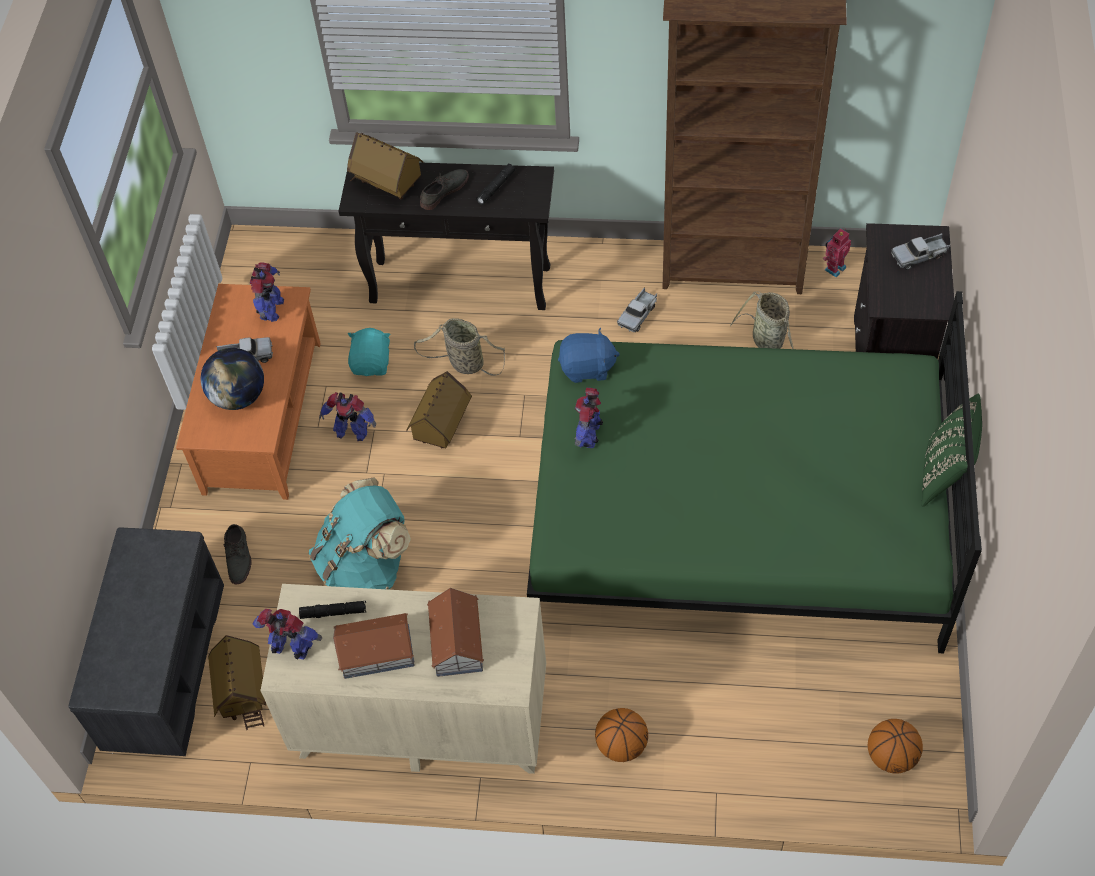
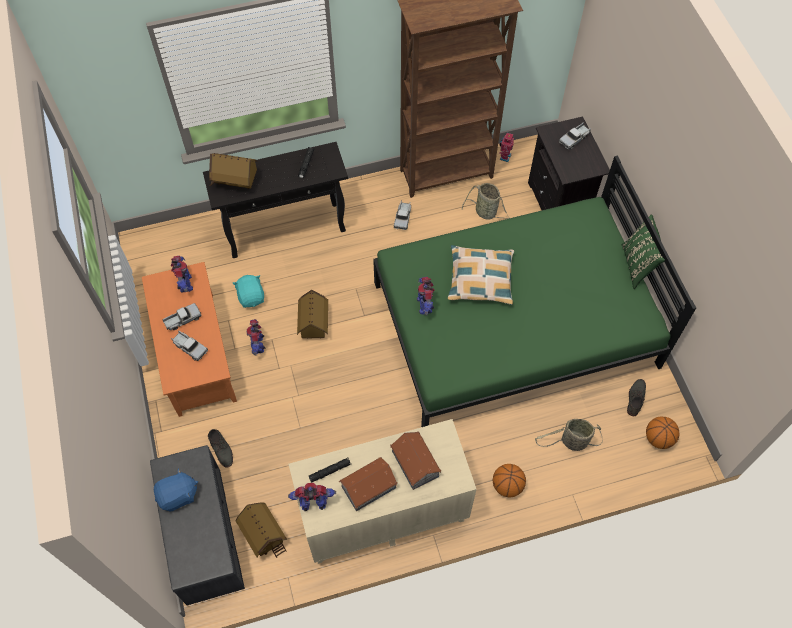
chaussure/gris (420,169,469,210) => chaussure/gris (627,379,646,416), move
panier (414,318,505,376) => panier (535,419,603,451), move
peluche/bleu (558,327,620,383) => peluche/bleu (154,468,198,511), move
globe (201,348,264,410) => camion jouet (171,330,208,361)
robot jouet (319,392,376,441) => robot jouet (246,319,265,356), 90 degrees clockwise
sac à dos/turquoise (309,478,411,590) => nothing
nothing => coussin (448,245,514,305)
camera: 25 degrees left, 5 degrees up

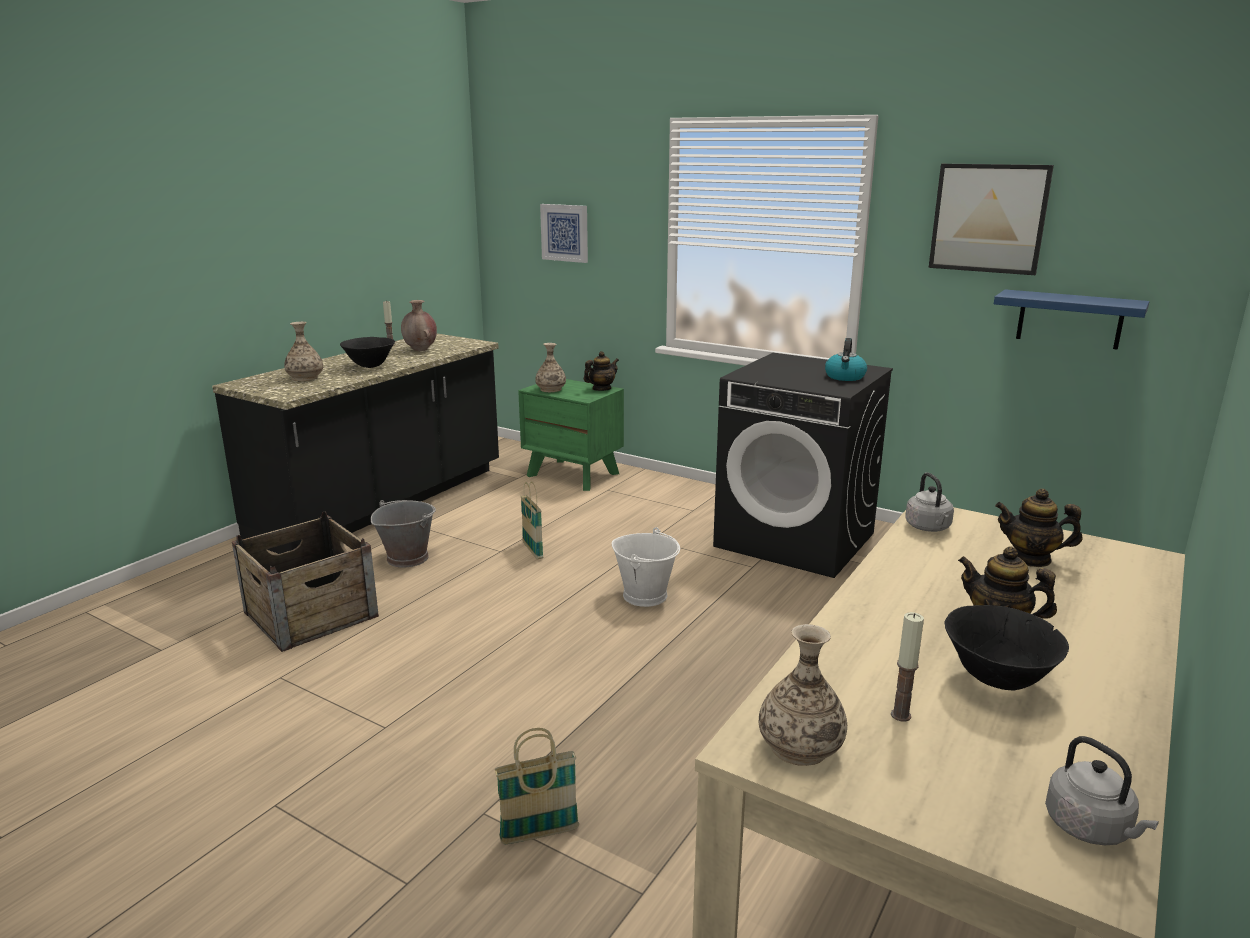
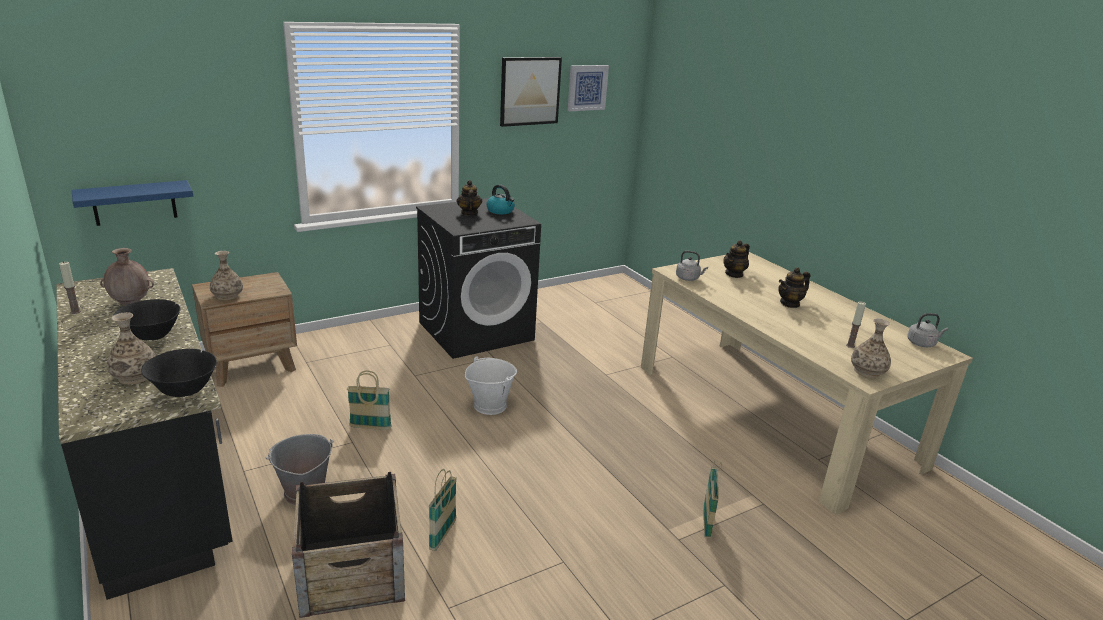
tableau (540,204,588,263) => tableau (568,65,609,111), move
étagère/bleu (994,289,1149,350) => étagère/bleu (72,180,193,226), move
théière (584,351,619,391) => théière (457,180,482,216), move
table de chevet/vert (518,379,624,491) => table de chevet/marron (192,272,297,387)
bol/noir (944,605,1069,691) => bol/noir (141,349,217,397), move
nothing => panier (429,469,457,551)
camera: 65 degrees left, 5 degrees up

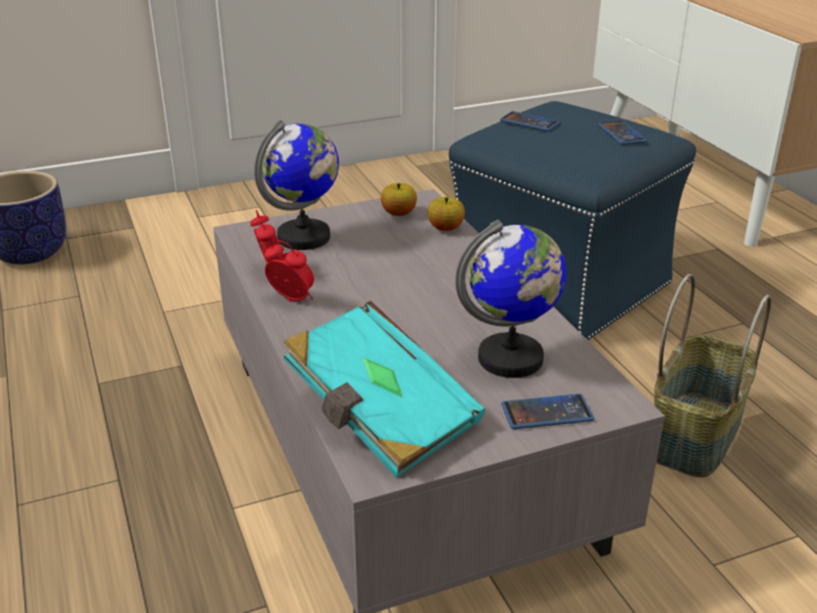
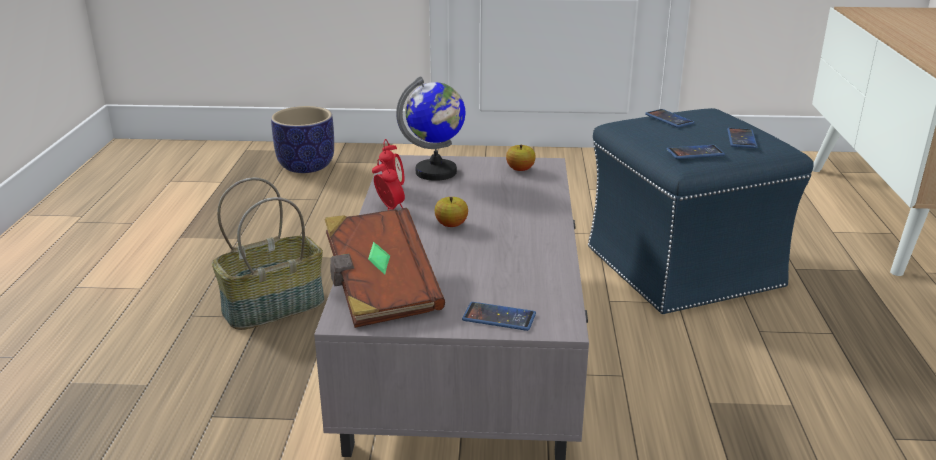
pomme (428,197,465,231) => pomme (434,197,468,227), move
globe (455,220,566,378) => nothing
panier (654,274,771,477) => panier (212,177,325,330), move
livre/turquoise (284,301,485,478) => livre/marron (325,208,445,328)
nothing => téléphone (667,145,725,159)
camera: 25 degrees right, 5 degrees down

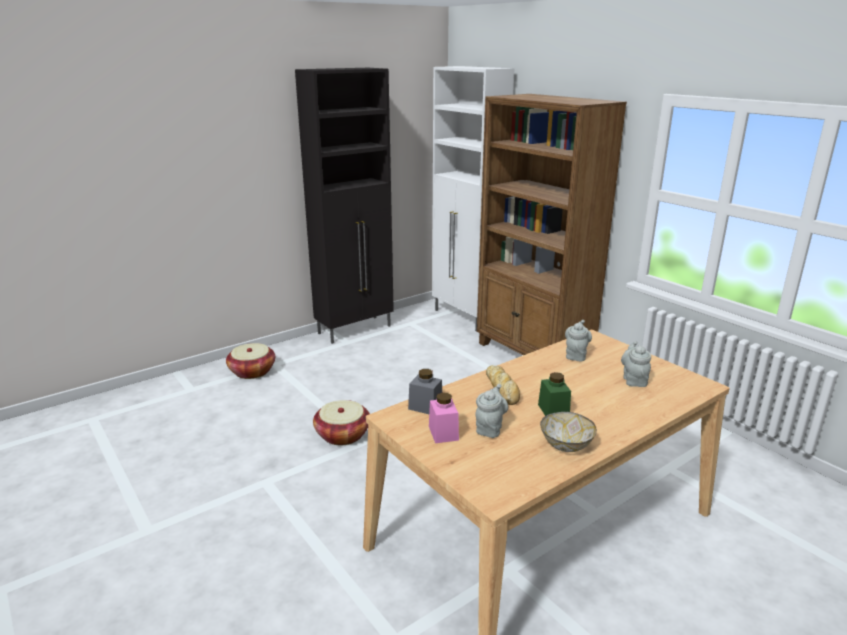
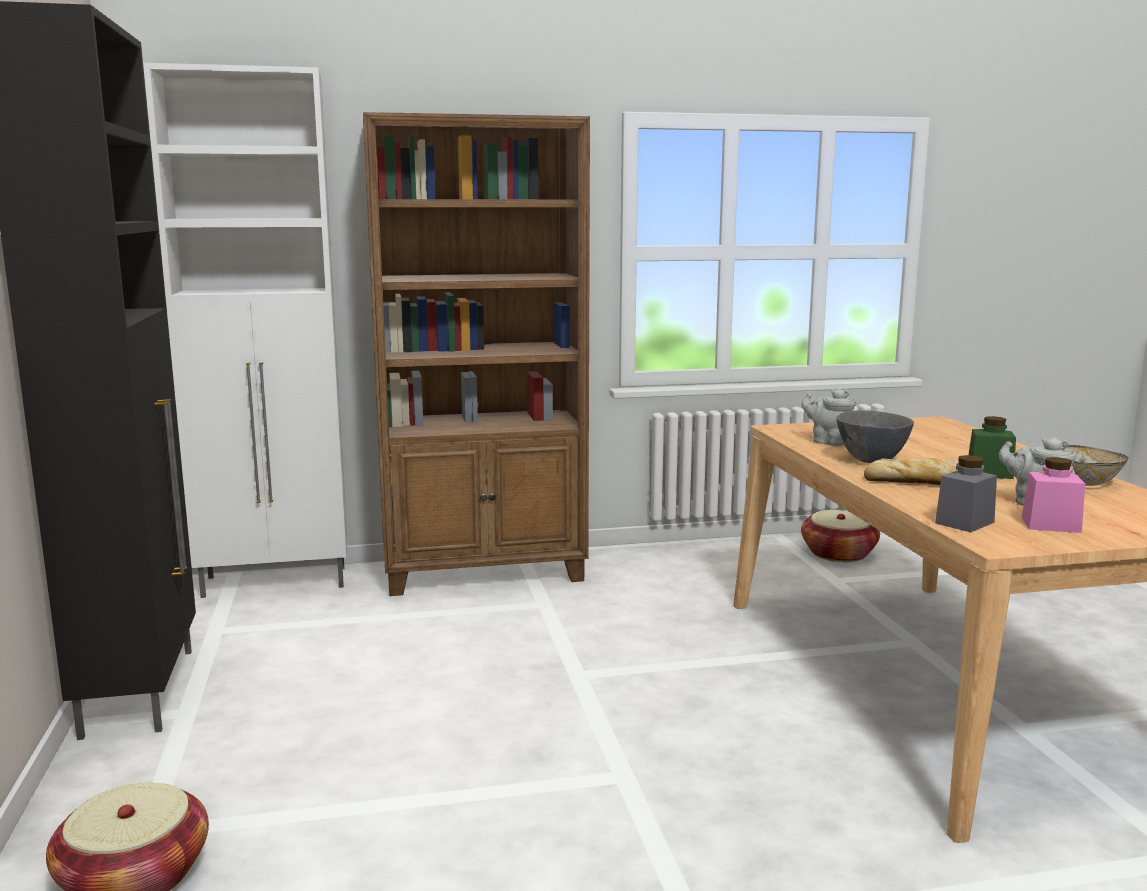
théière/gris (621,341,651,387) => nothing
panier (313,400,370,445) => panier (801,510,880,562), move
nothing => bol/gris (836,410,914,463)
camera: 65 degrees left, 10 degrees down

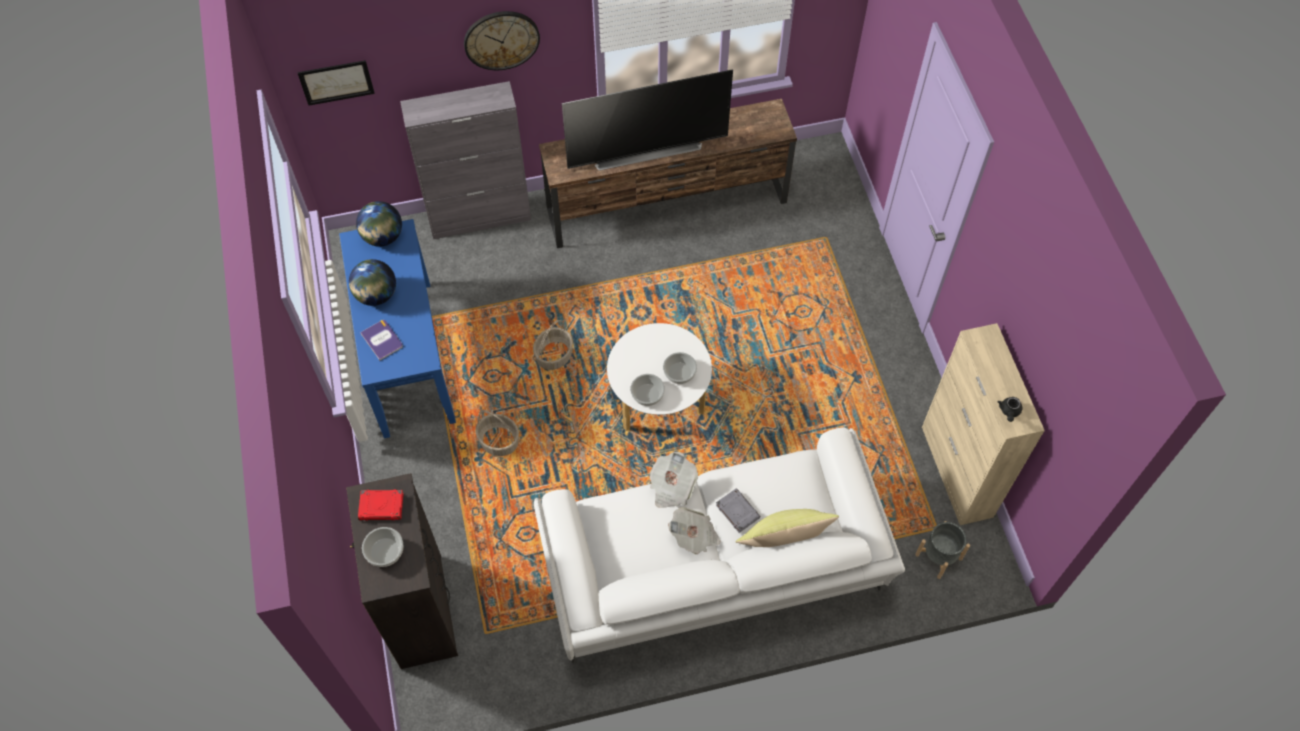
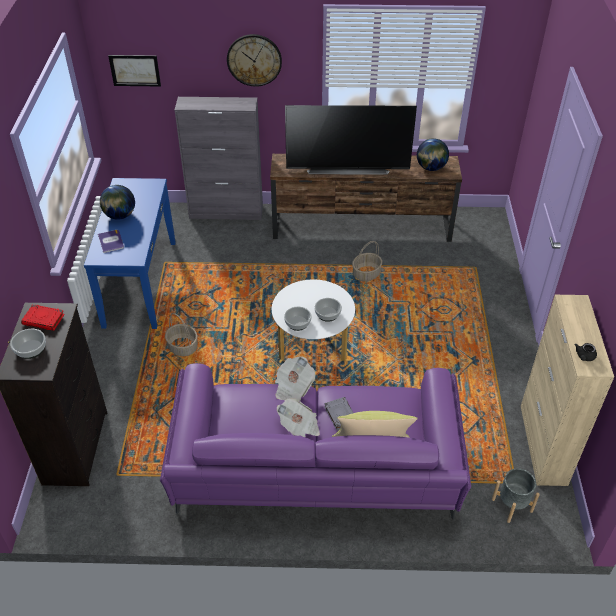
globe (356,201,402,247) => globe (417,138,449,171), move
panier (533,320,573,370) => panier (352,241,382,281), move
canapé/blanc (534,428,905,663) => canapé/violet (160,363,471,520)
camera: 15 degrees right, 15 degrees down

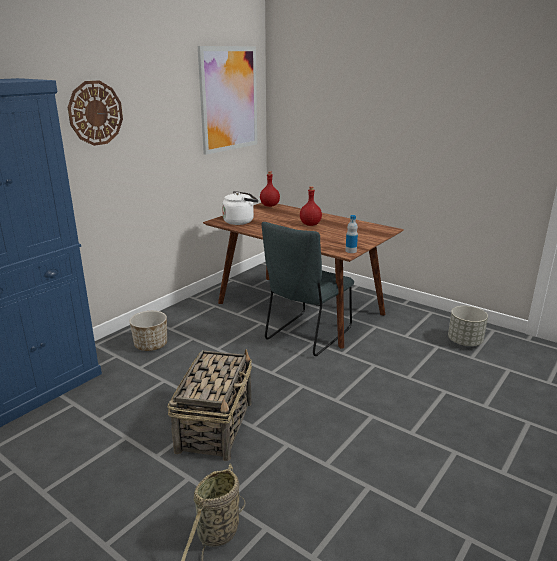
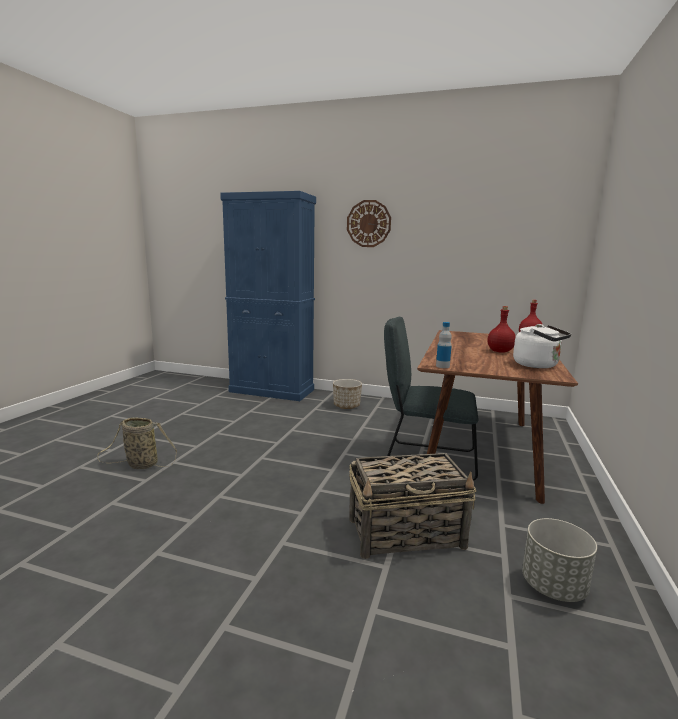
tableau (198,46,257,155) => nothing
bouilloire/blanc (222,191,258,225) => bouilloire/blanc (513,324,571,368), move
panier (168,349,252,461) => panier (349,453,476,559), move
camera: 70 degrees right, 10 degrees down

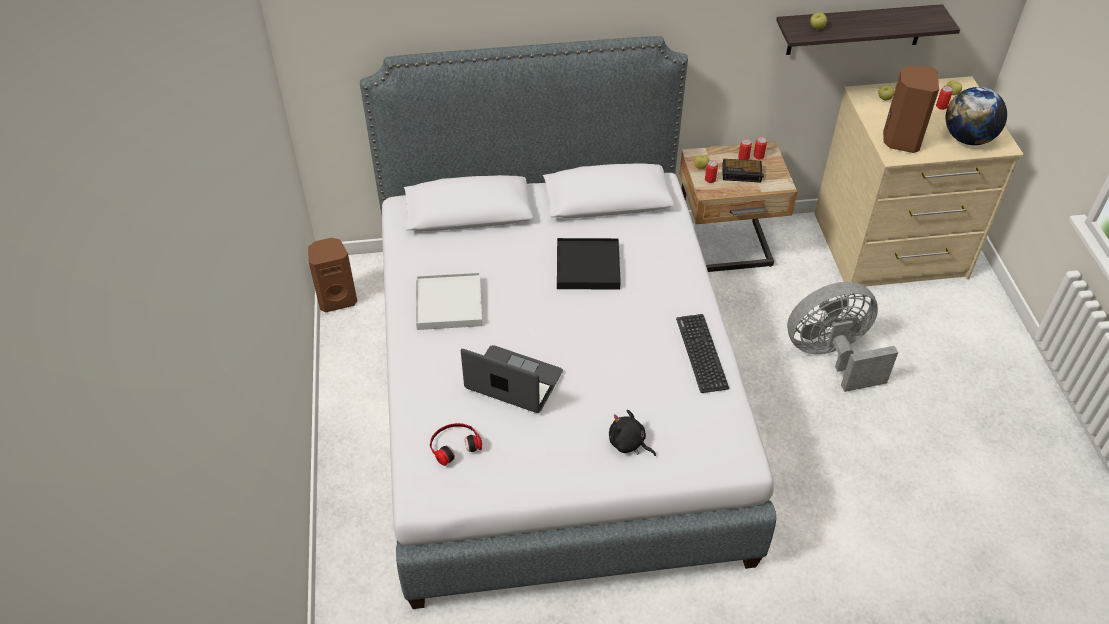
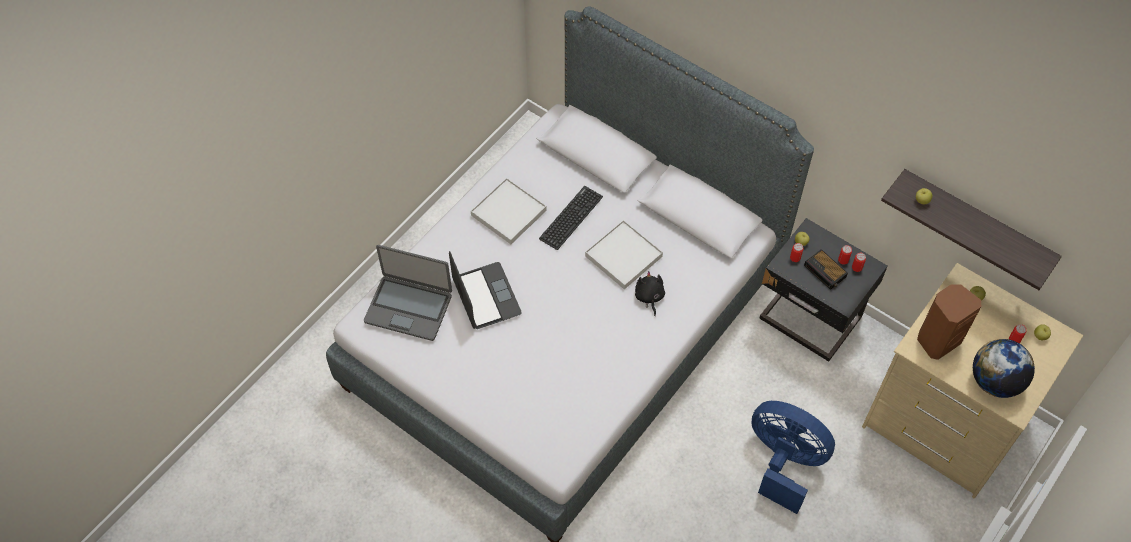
table de chevet/beige (679,141,797,272) => table de chevet/noir (760,218,887,362)
enceinte/marron (308,238,357,313) => nothing
plateau/noir (557,238,621,290) => plateau/blanc (585,220,663,289)
ventilateur/gris (787,282,898,392) => ventilateur/bleu (751,401,835,514)
clavier (676,314,729,393) => clavier (539,186,603,250), move
peluche/noir (609,410,656,456) => peluche/noir (635,271,665,316), move
casque audio (430,423,482,466) => ordinateur portable (364,245,452,341)
camera: 45 degrees right, 10 degrees up

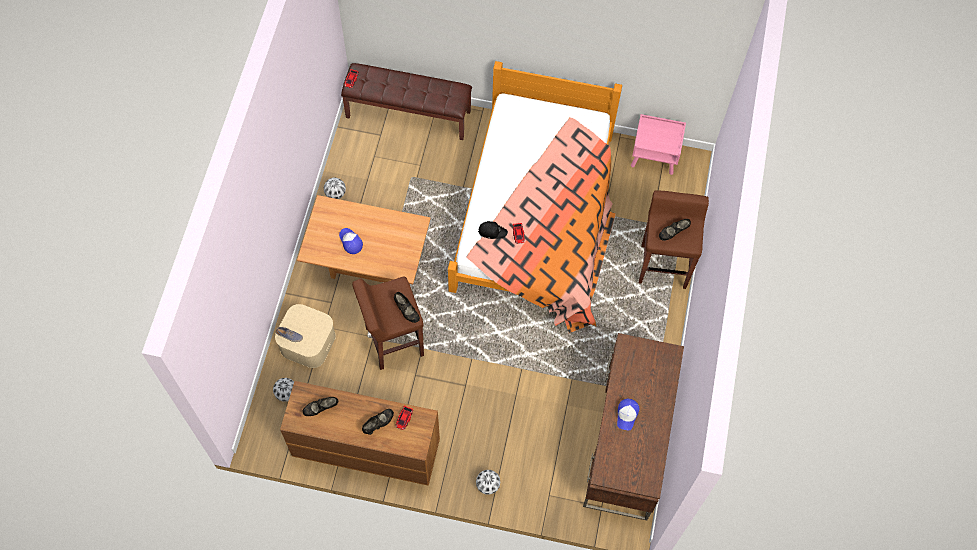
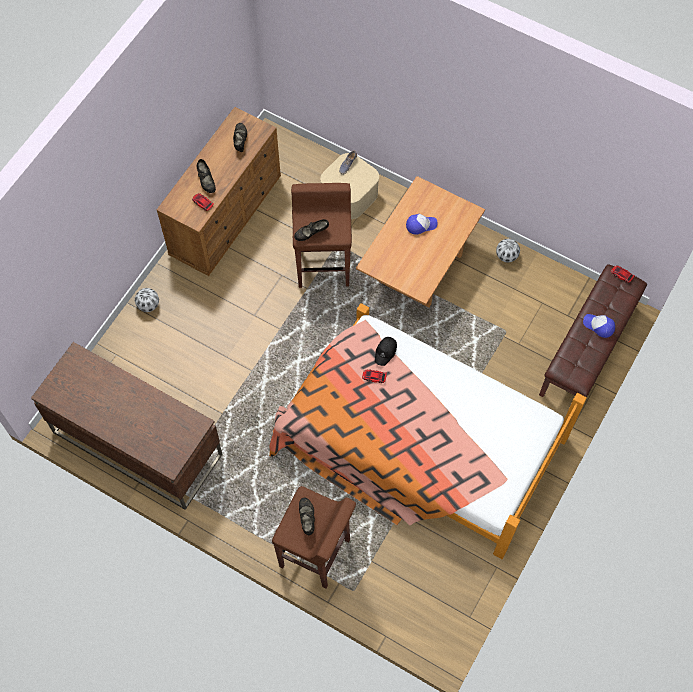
table de chevet/rose (631,114,686,175) => nothing
ballon de foot (273,378,294,401) => nothing
casquette (617,399,639,431) => casquette (583,314,615,338), move
camera: 110 degrees right, 0 degrees up

